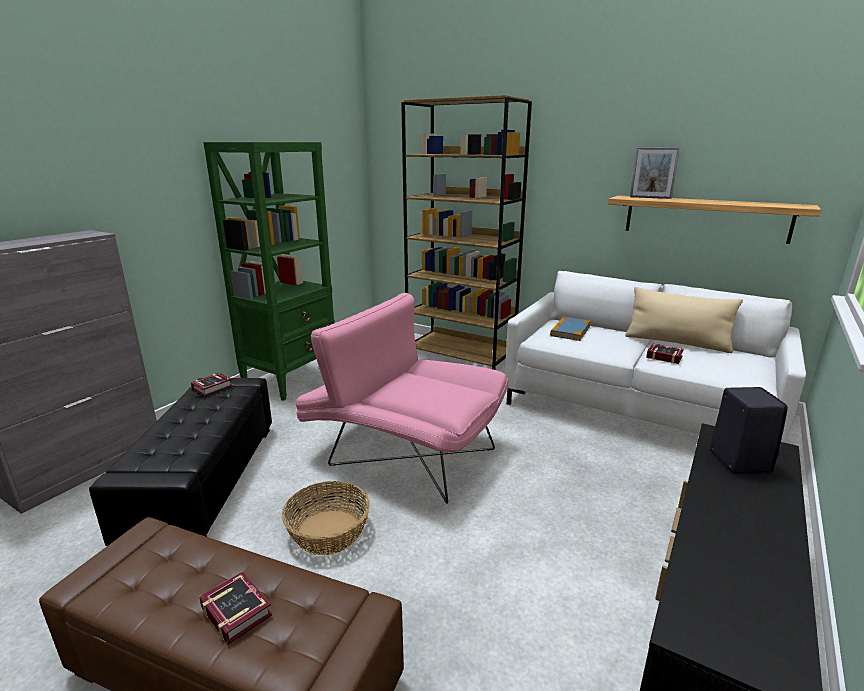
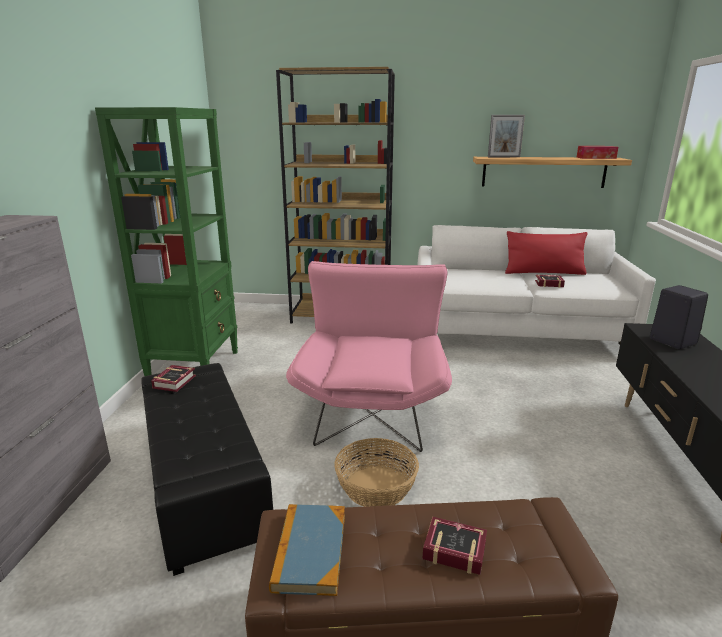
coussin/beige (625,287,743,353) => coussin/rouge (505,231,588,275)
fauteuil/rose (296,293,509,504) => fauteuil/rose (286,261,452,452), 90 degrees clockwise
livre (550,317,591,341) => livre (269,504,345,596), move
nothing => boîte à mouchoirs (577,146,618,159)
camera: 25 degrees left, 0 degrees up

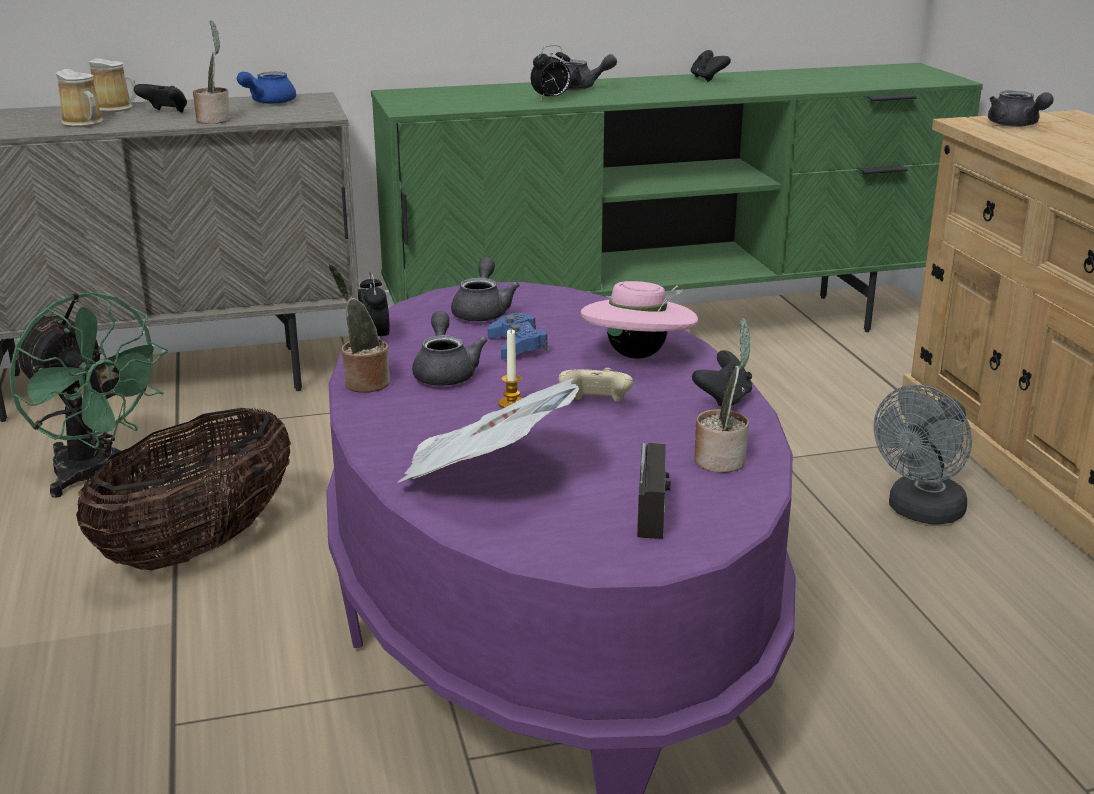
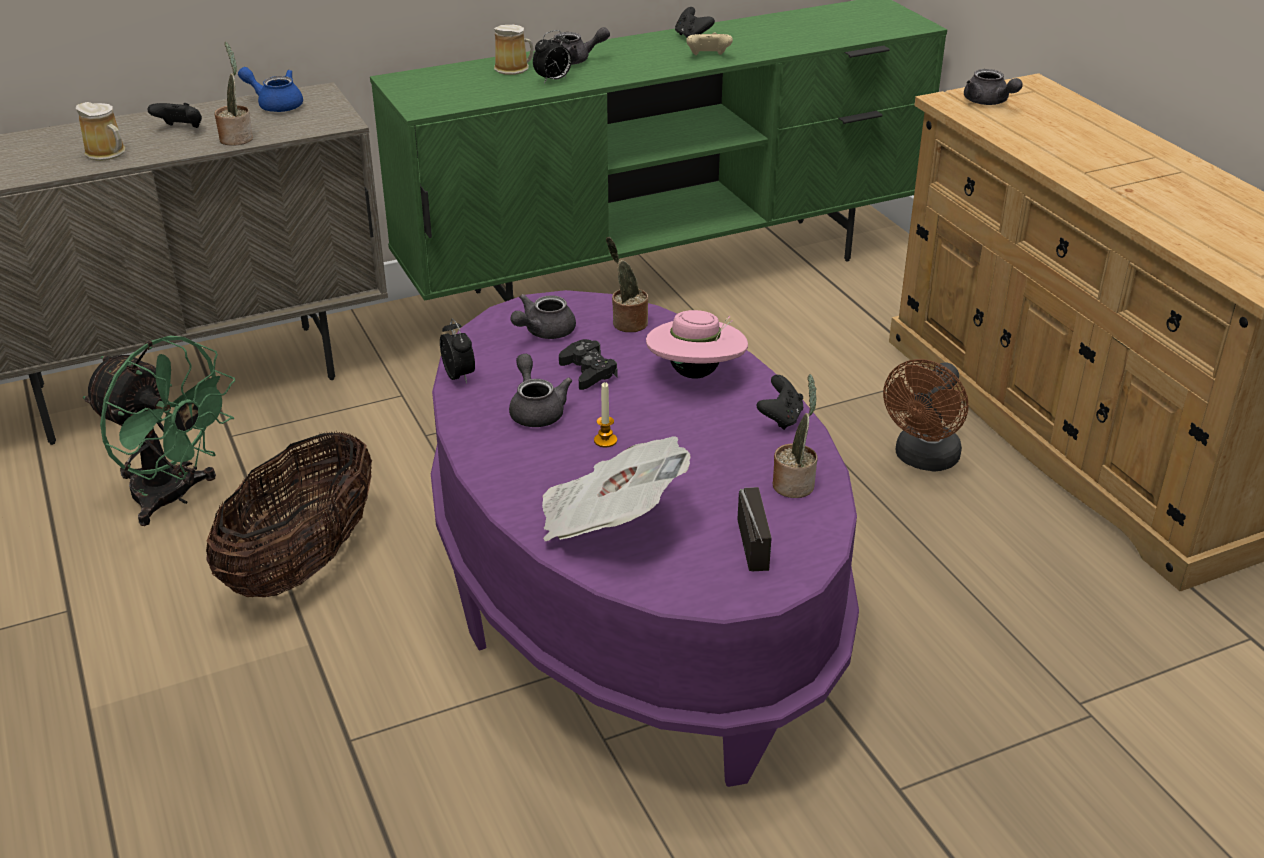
mug (89,58,136,113) => mug (494,25,534,75), move
théière/bleu (237,72,296,104) => théière/bleu (238,67,303,112), 90 degrees clockwise
théière/gris (451,257,520,322) => théière/gris (510,294,576,339), 135 degrees counterclockwise
plante en pot (329,264,390,393) => plante en pot (606,237,648,332), move
manette/bleu (488,313,548,360) => manette/noir (559,339,617,390)
manette/beige (558,368,633,402) => manette/beige (686,32,733,55), move
ventilateur/gris (874,385,972,525) => ventilateur/marron (883,359,969,472)
camera: 10 degrees left, 10 degrees up

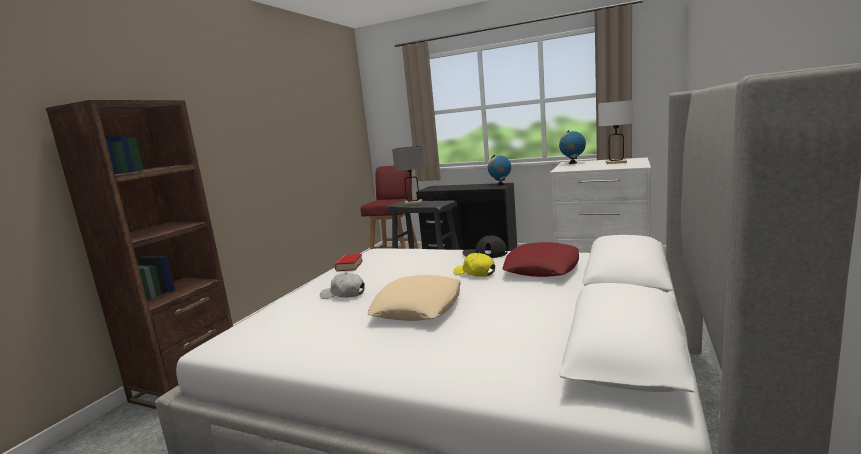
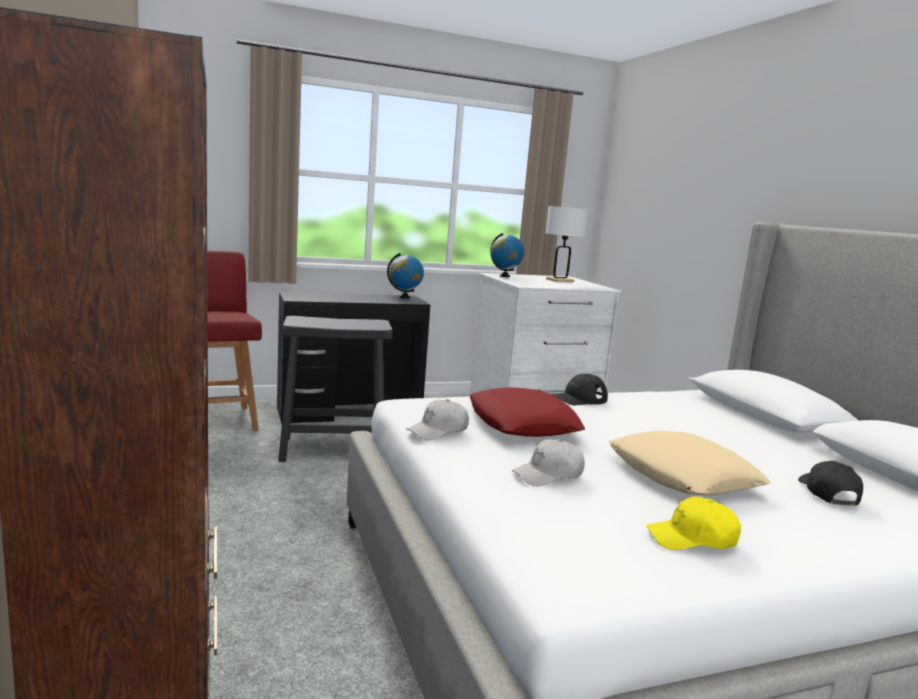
lampe de table/gris (392,146,425,205) => nothing
coussin/rouge (502,242,579,277) => coussin/rouge (470,387,585,437), move
casquette/jaune (453,253,495,277) => casquette/jaune (647,496,741,550), move
livre (335,254,363,271) => casquette/blanc (406,399,469,440)
nothing => casquette/noir (798,461,863,506)
camera: 45 degrees left, 0 degrees up

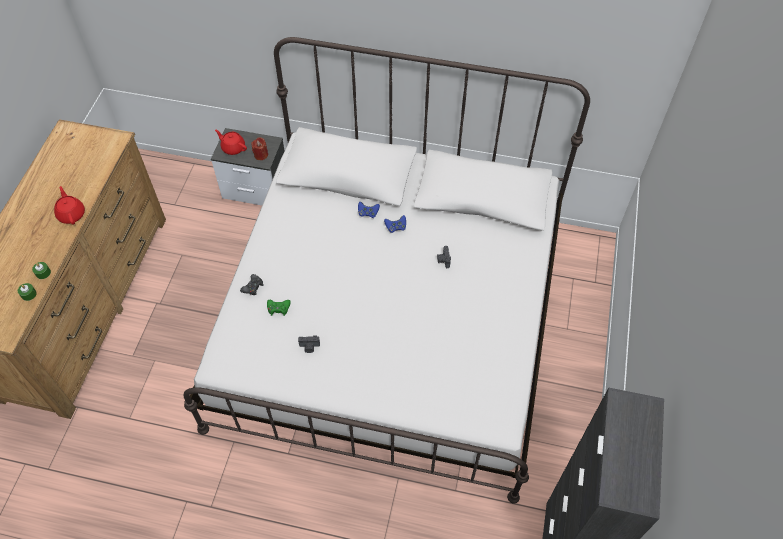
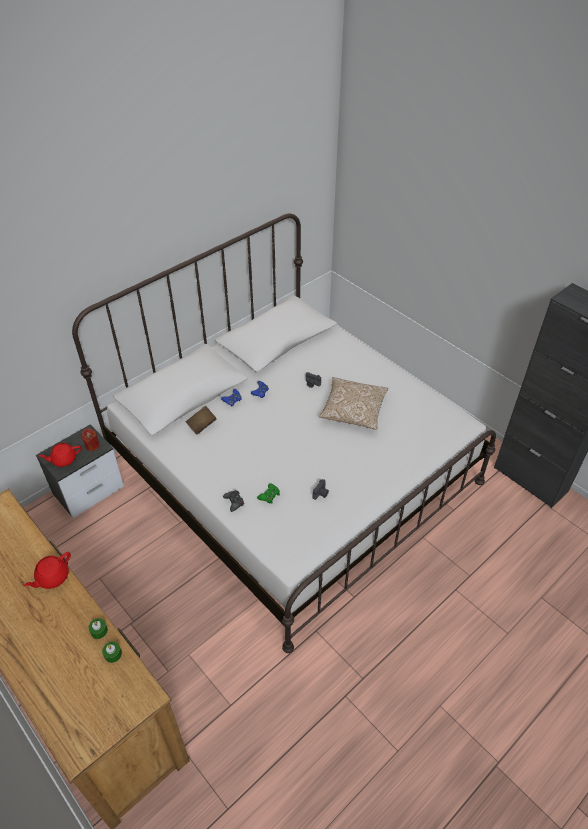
théière/rouge (54,186,85,225) => théière/rouge (24,552,71,589), 60 degrees counterclockwise
nothing => coussin (319,377,388,430)
nothing => livre/marron (185,406,216,435)
camera: 55 degrees left, 10 degrees down

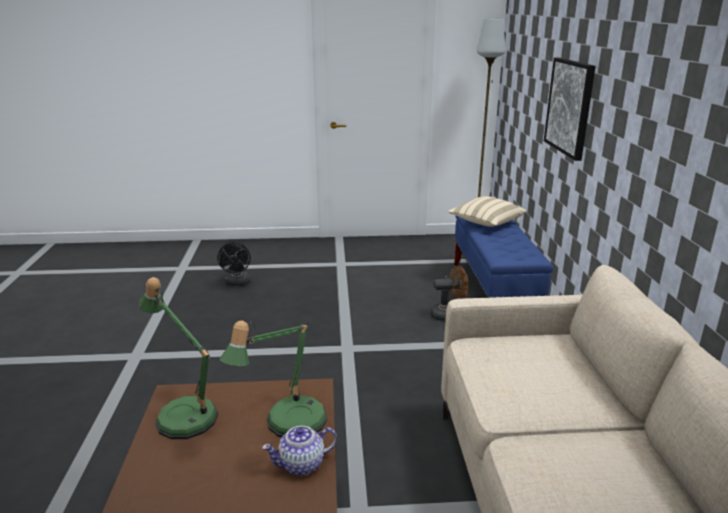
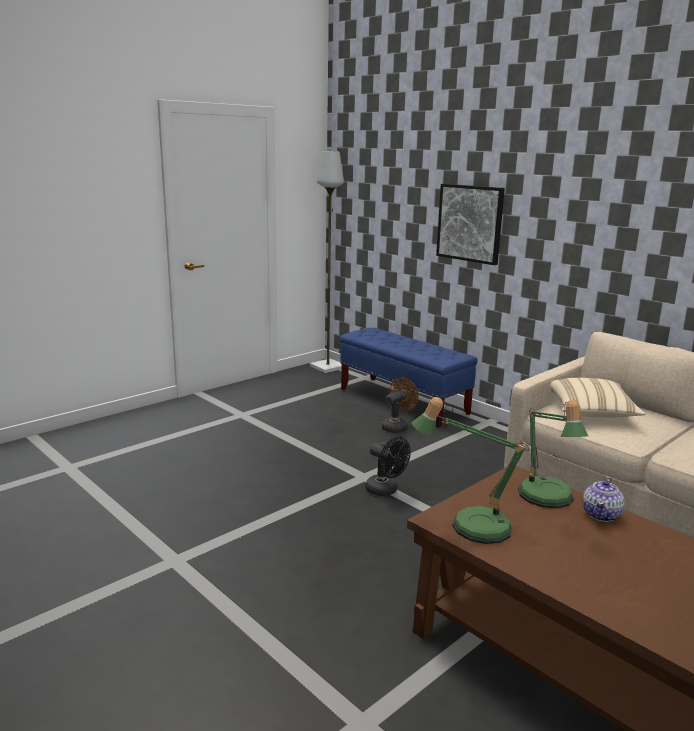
coussin/beige (448,196,526,227) => coussin/beige (550,378,646,418), move
ventilateur/noir (217,243,251,286) => ventilateur/noir (365,437,410,496), move
camera: 40 degrees left, 5 degrees down

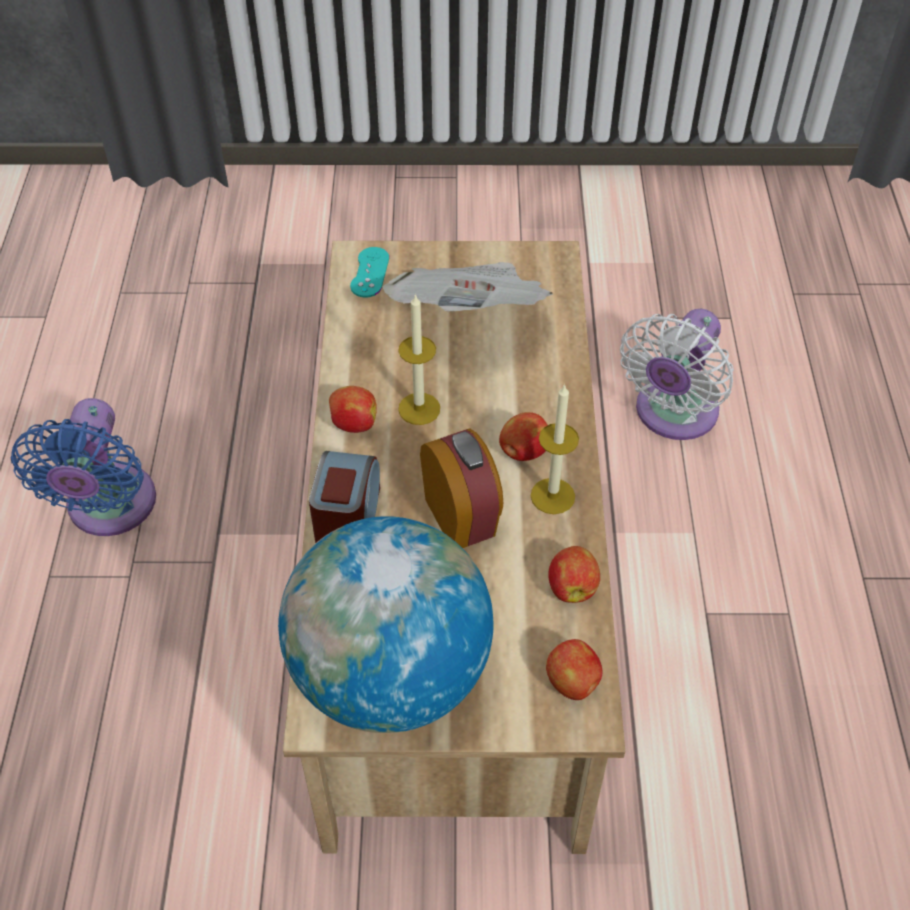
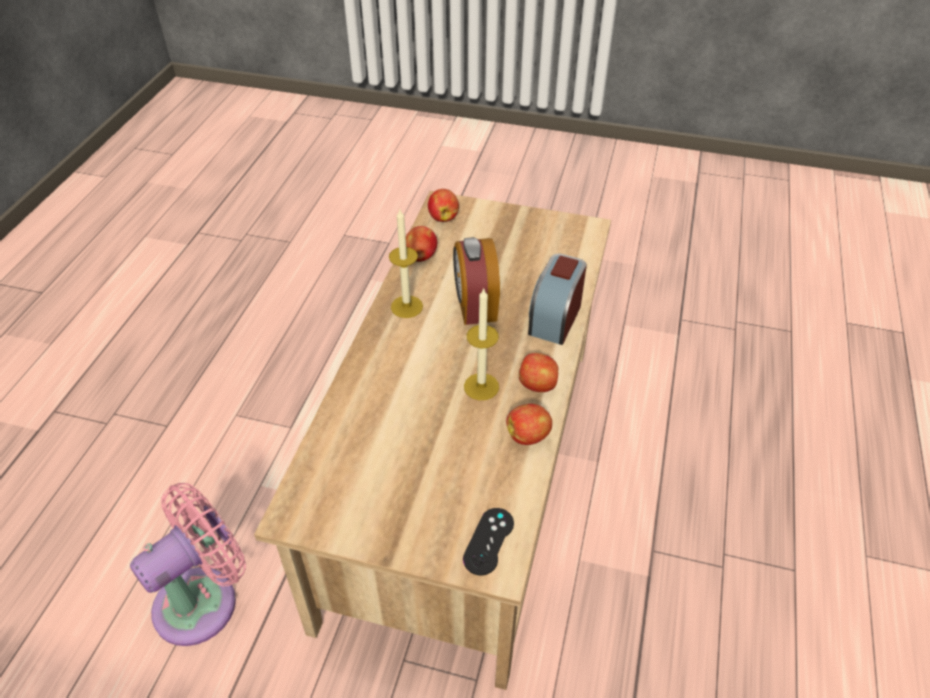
manette/turquoise (350,247,389,297) => manette/noir (463,508,514,576)
journal (382,262,553,311) => nothing
ventilateur/blanc (620,309,734,440) => ventilateur/rose (130,483,246,646)
ventilateur/bleu (11,398,156,536) => nothing
pomme (499,412,548,461) => pomme (506,404,552,445), move
globe (278,516,493,733) => nothing
camera: 165 degrees left, 5 degrees down

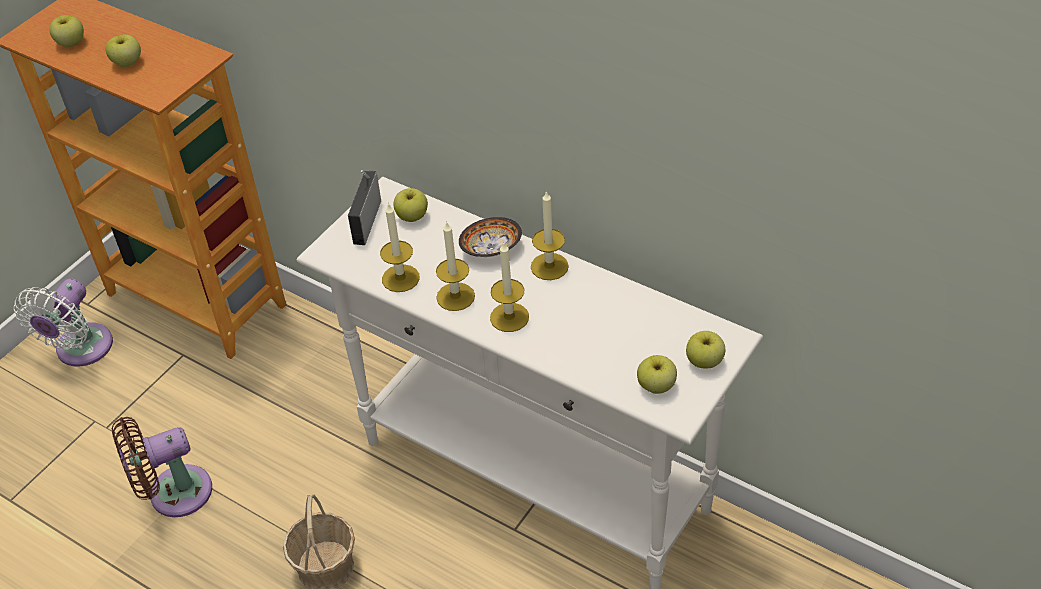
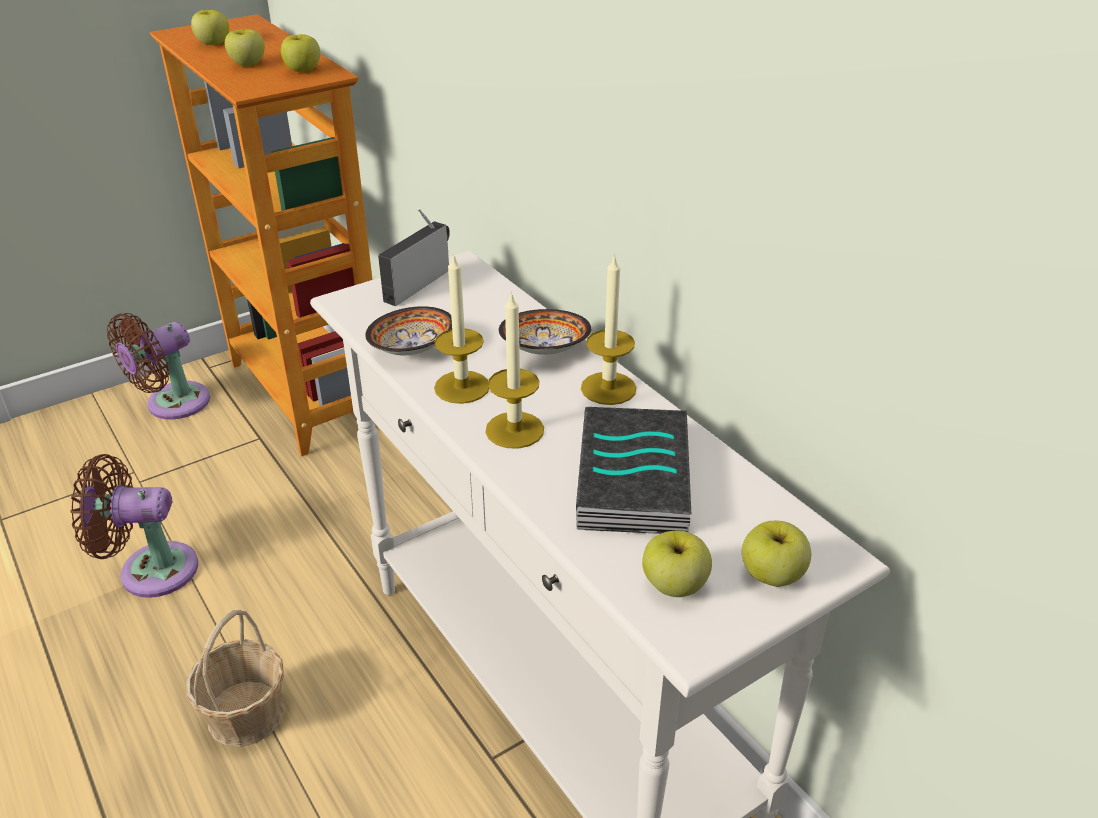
pomme (393,188,428,222) => pomme (281,34,320,72), move
bougie (380,203,420,292) => bol (365,306,452,355)
ventilateur/blanc (14,278,113,367) => ventilateur/marron (107,313,210,419)
nothing => livre (576,407,692,534)
camera: 20 degrees right, 10 degrees down

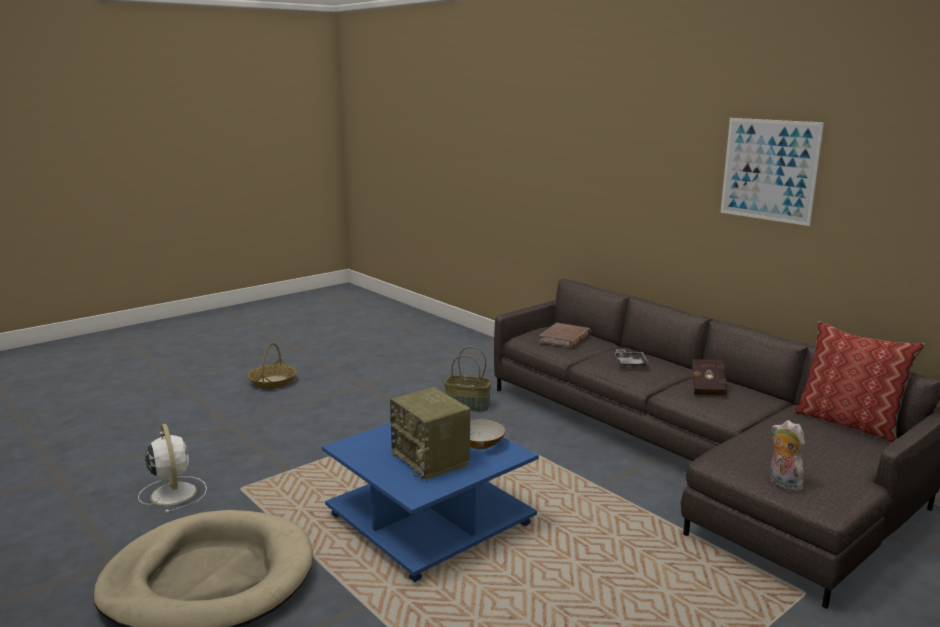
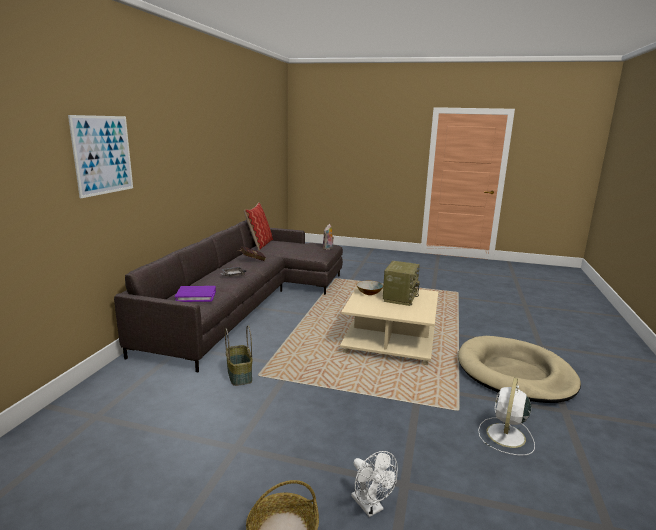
tableau (721,118,824,226) => tableau (68,115,133,198), move
livre/marron (539,323,591,348) => livre/violet (175,286,216,302)
table basse/bleu (322,423,539,582) => table basse/beige (340,287,438,365)
nothing => ventilateur/blanc (351,451,398,517)
camera: 125 degrees left, 0 degrees up

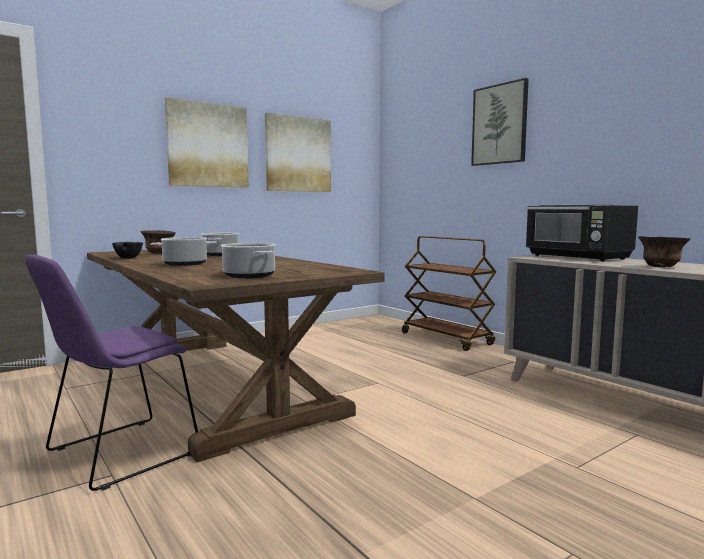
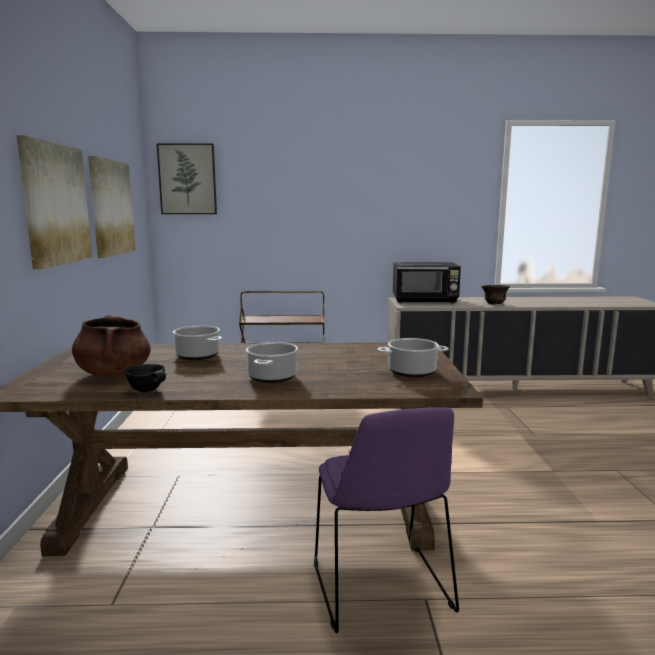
tableau (471,78,528,166) => tableau (157,143,217,214), move
bol/marron (141,230,176,254) => marmite/marron (72,314,151,376)
camera: 55 degrees left, 5 degrees up

